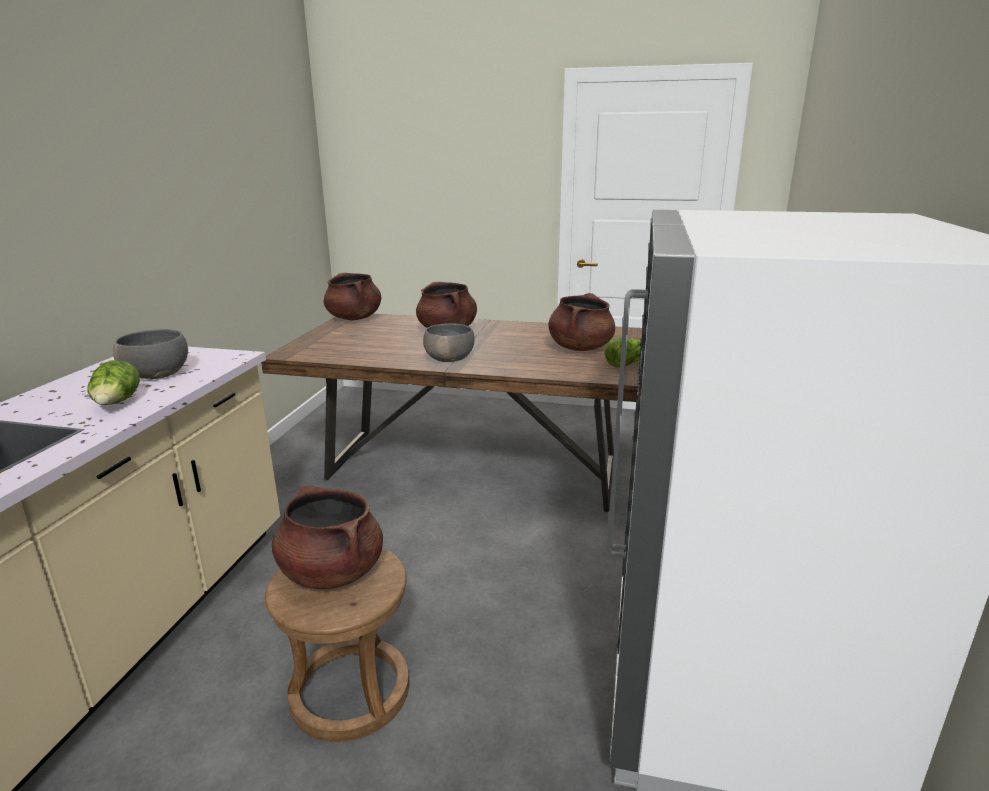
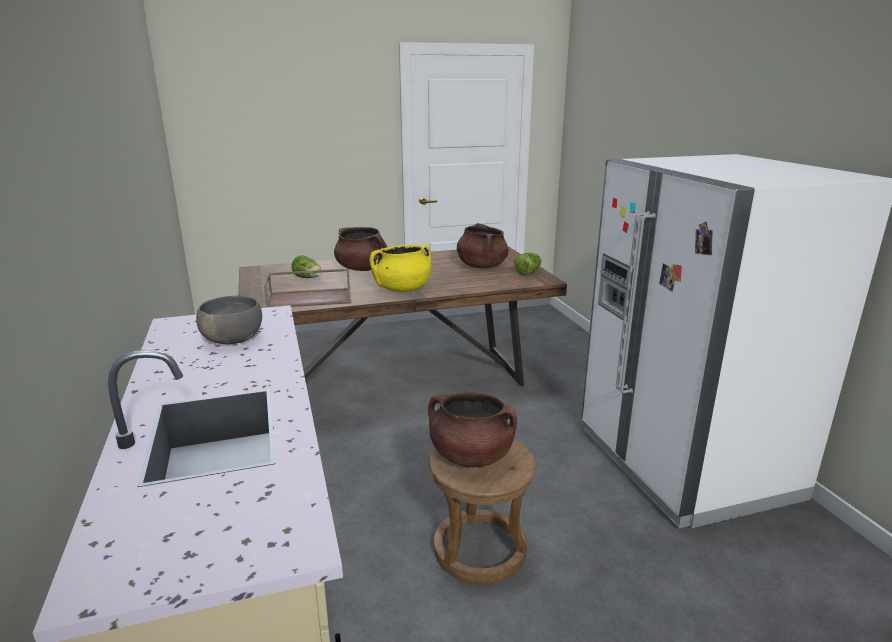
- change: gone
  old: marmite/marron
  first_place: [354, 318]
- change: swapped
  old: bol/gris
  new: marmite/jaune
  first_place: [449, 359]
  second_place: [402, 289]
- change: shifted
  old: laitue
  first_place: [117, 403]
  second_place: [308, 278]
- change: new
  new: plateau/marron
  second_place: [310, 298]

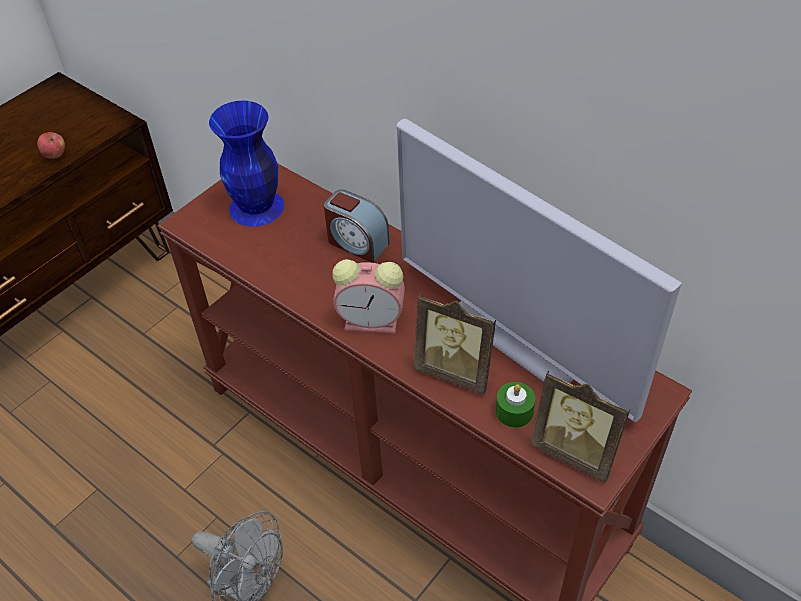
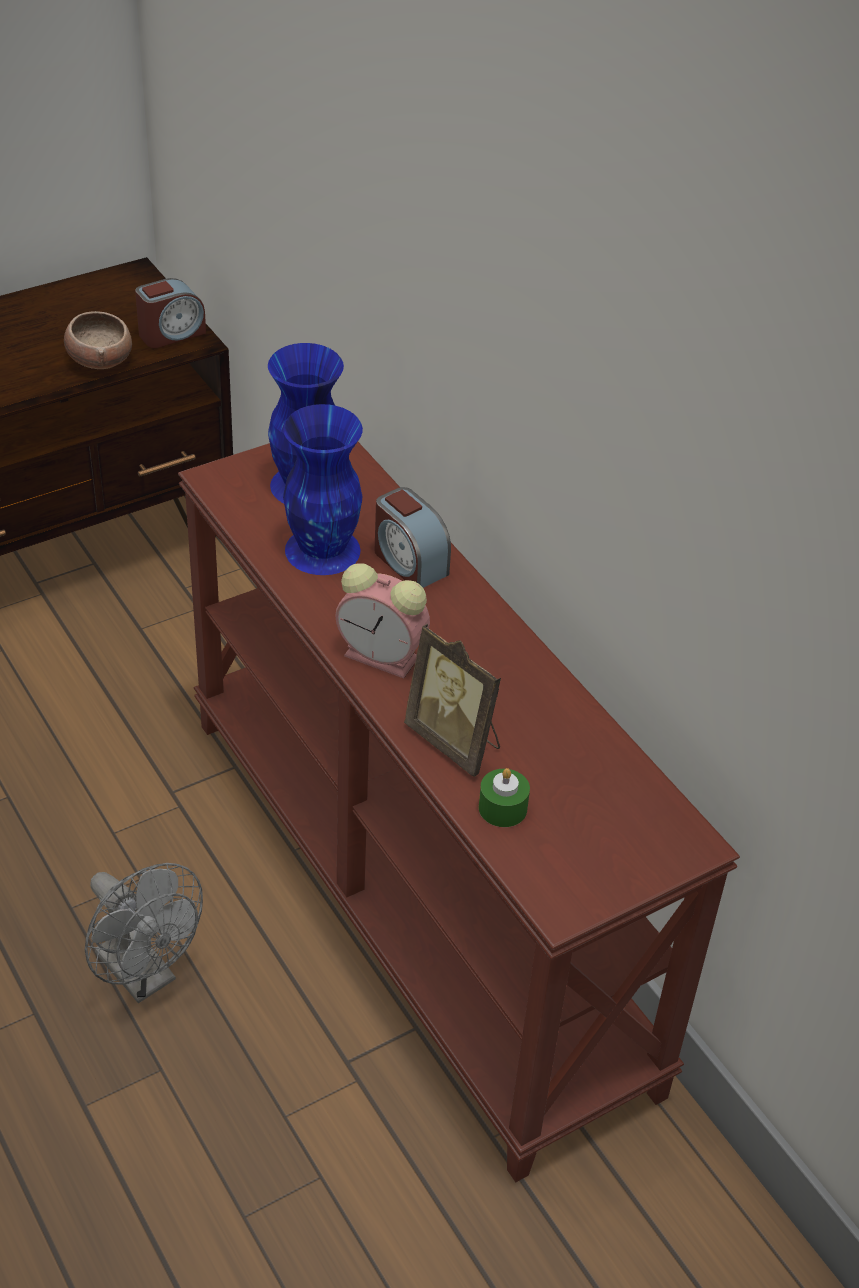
- change: gone
  old: téléviseur
  first_place: [518, 336]
- change: swapped
  old: pomme
  new: bol
  first_place: [55, 155]
  second_place: [99, 359]
- change: gone
  old: cadre photo
  first_place: [575, 451]
- change: new
  new: réveil
  second_place: [171, 333]
- change: new
  new: vase/bleu
  second_place: [323, 549]

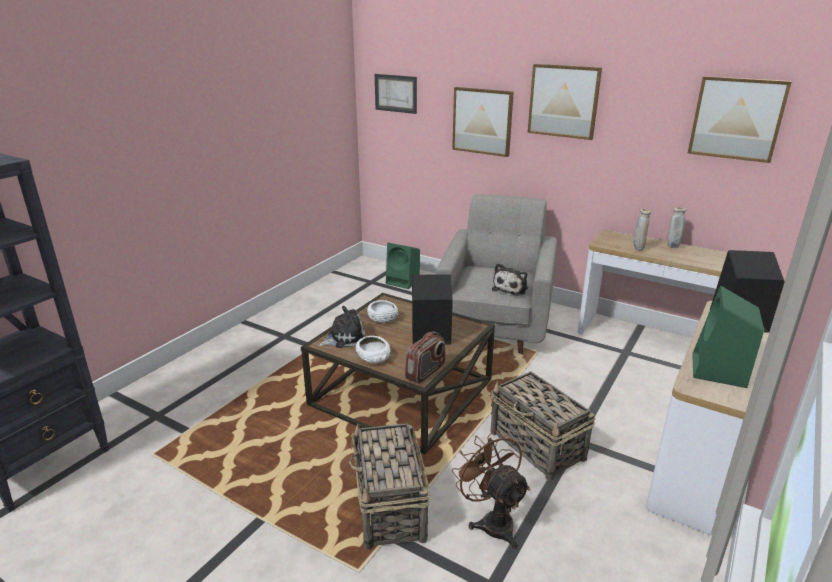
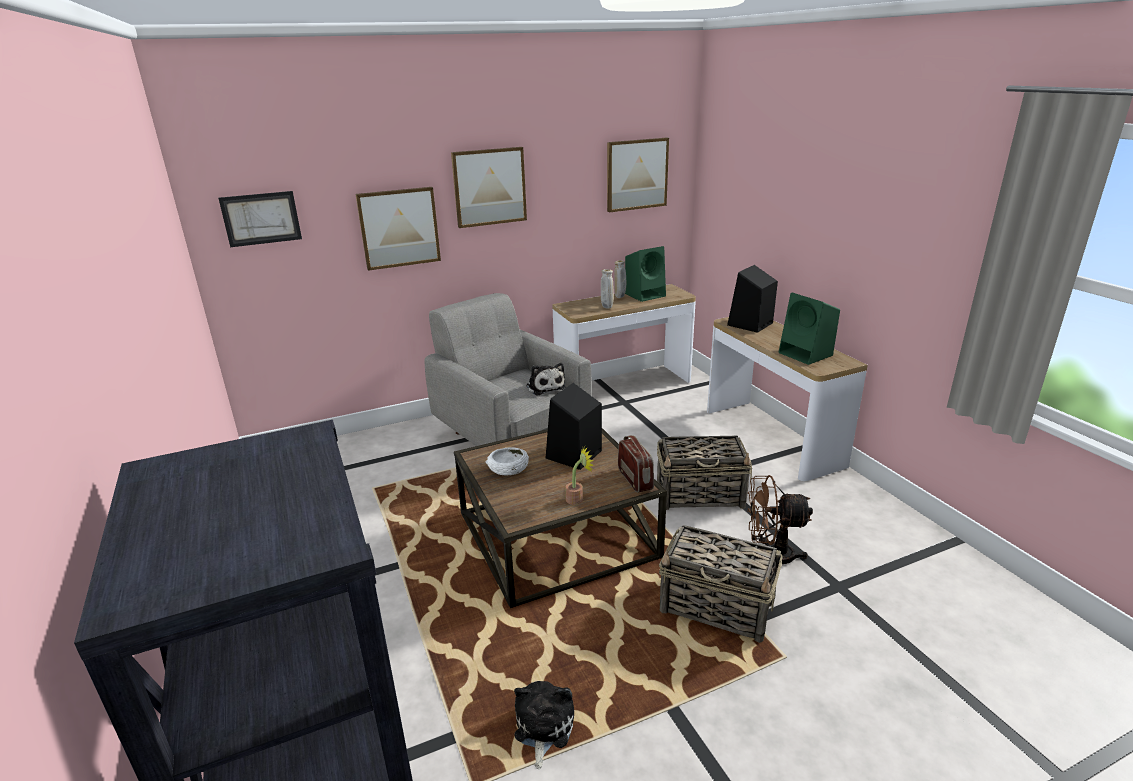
- change: shifted
  old: enceinte/vert
  first_place: [403, 281]
  second_place: [645, 294]
- change: shifted
  old: peluche
  first_place: [344, 338]
  second_place: [542, 728]
- change: swapped
  old: bol/blanc
  new: plante en pot
  first_place: [373, 357]
  second_place: [577, 498]

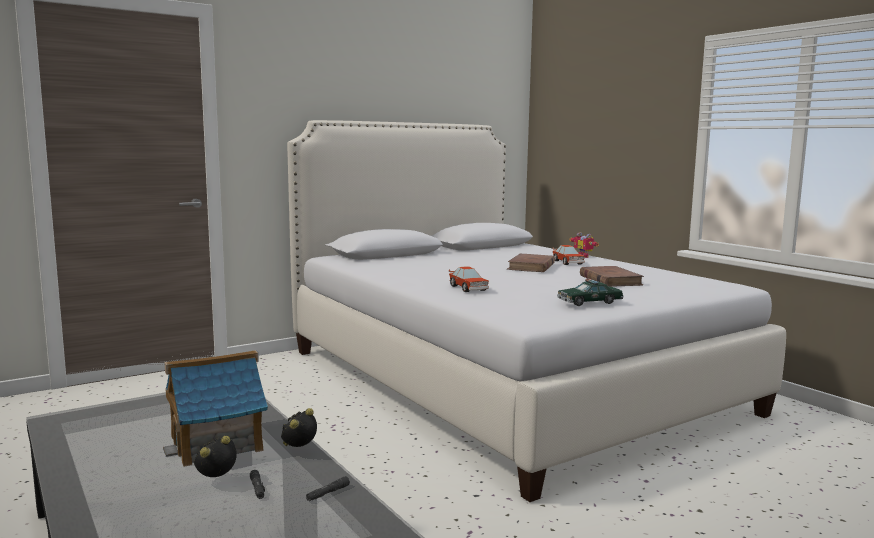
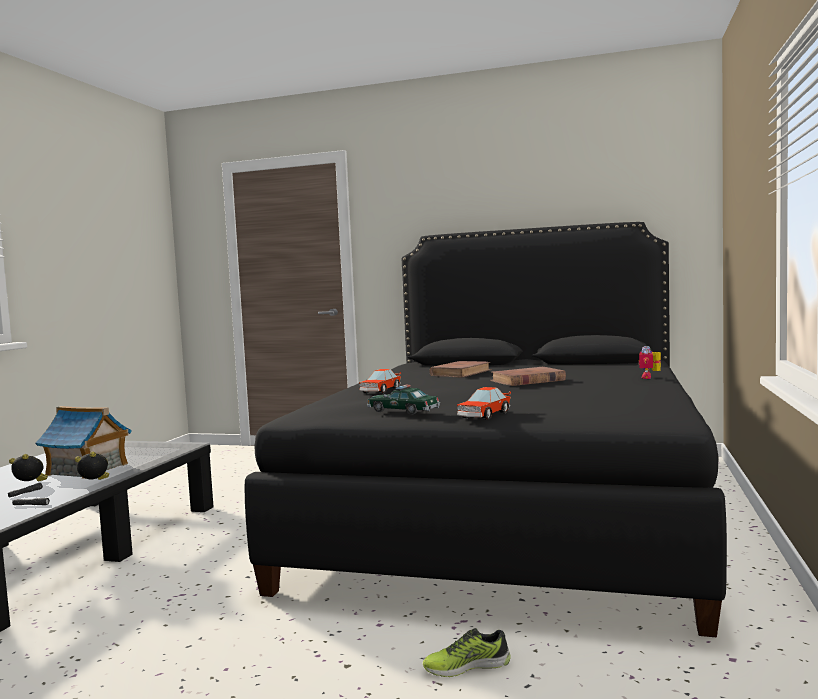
- change: repainted
  old: lit/blanc
  new: lit/noir
  first_place: [504, 380]
  second_place: [510, 509]
- change: shifted
  old: petite voiture
  first_place: [568, 262]
  second_place: [484, 415]
- change: shifted
  old: livre/marron
  first_place: [610, 280]
  second_place: [461, 373]
- change: new
  new: chaussure
  second_place: [466, 666]

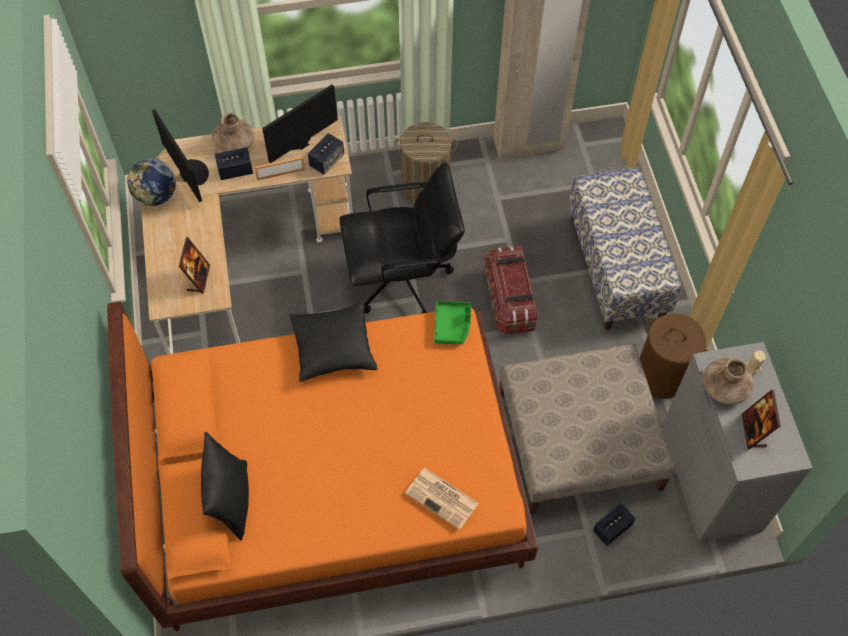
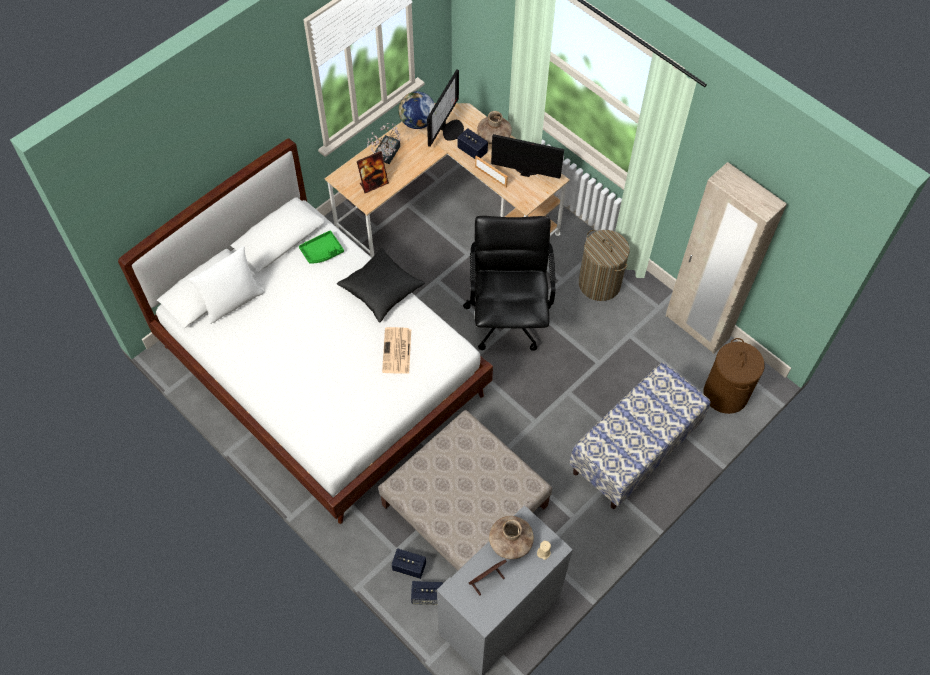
- change: shifted
  old: enceinte
  first_place: [327, 161]
  second_place: [427, 596]
- change: rotated
  old: chaise de bureau/noir
  first_place: [403, 280]
  second_place: [508, 317]
  degrees: -135
- change: gone
  old: boîte de rangement
  first_place: [509, 300]
- change: shifted
  old: plateau/vert
  first_place: [452, 326]
  second_place: [322, 252]
- change: repainted
  old: lit/orange
  new: lit/blanc
  first_place: [333, 481]
  second_place: [323, 370]
- change: shifted
  old: panier à linge/marron
  first_place: [662, 375]
  second_place: [725, 394]
- change: repainted
  old: coussin/noir
  new: coussin/blanc
  first_place: [231, 501]
  second_place: [232, 302]
- change: shifted
  old: journal
  first_place: [443, 498]
  second_place: [397, 351]
- change: new
  new: plante en pot
  second_place: [385, 155]

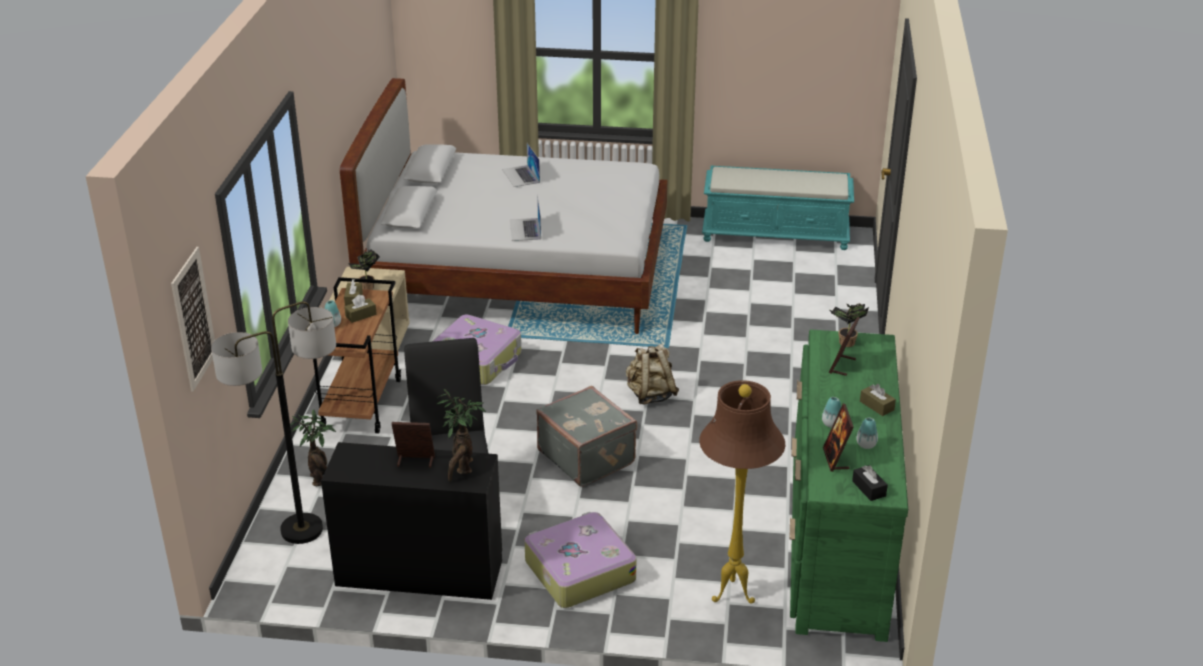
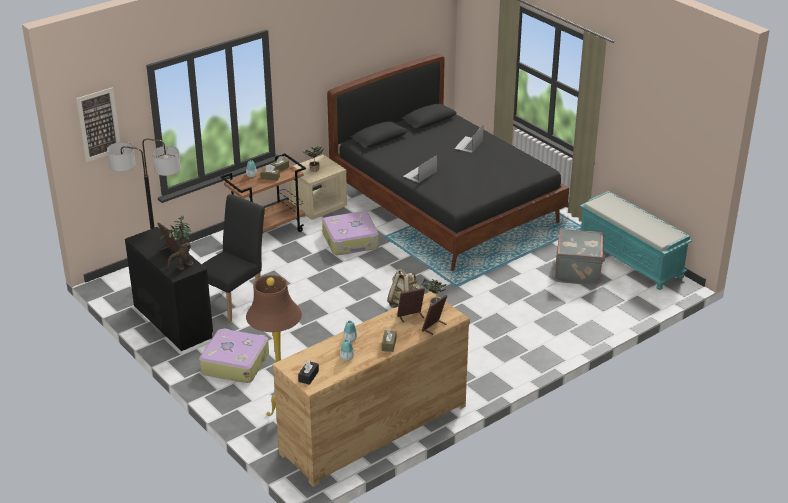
- change: repainted
  old: lit/blanc
  new: lit/noir
  first_place: [517, 272]
  second_place: [445, 207]
- change: repainted
  old: commode/vert
  new: commode/marron
  first_place: [837, 540]
  second_place: [373, 428]
- change: shifted
  old: valise/gris
  first_place: [587, 456]
  second_place: [579, 271]
- change: shifted
  old: cadre photo
  first_place: [836, 459]
  second_place: [434, 327]
- change: gone
  old: plante en pot
  first_place: [319, 477]

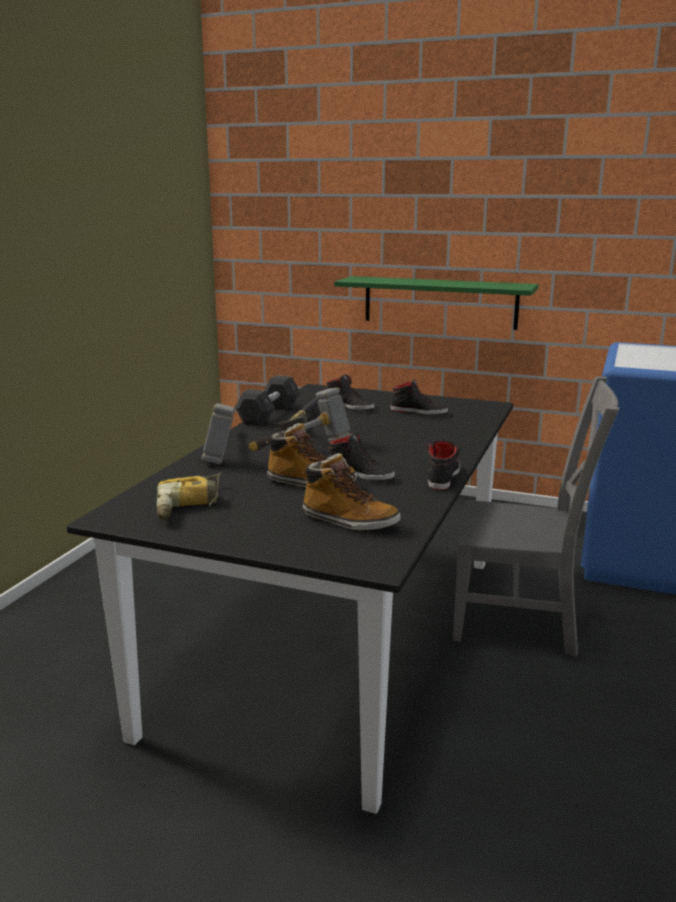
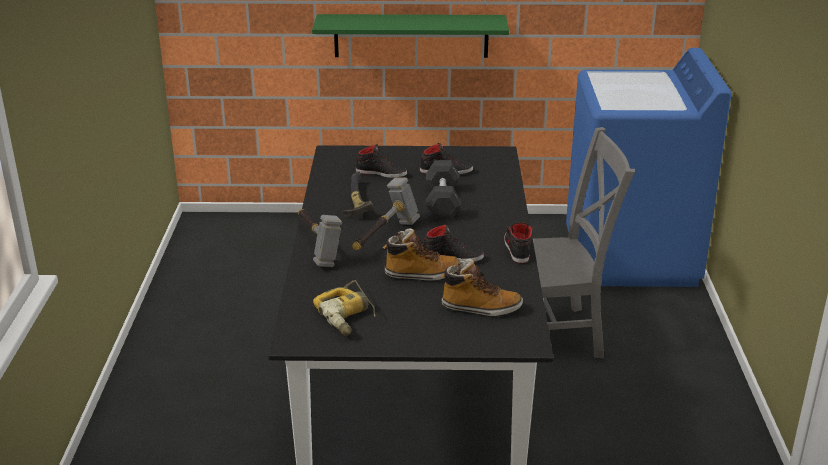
- change: shifted
  old: haltère/gris
  first_place: [269, 414]
  second_place: [442, 202]

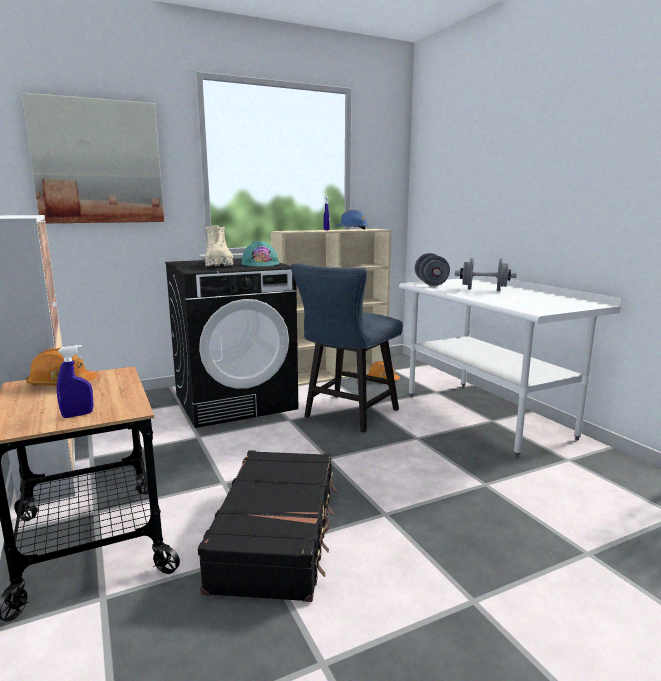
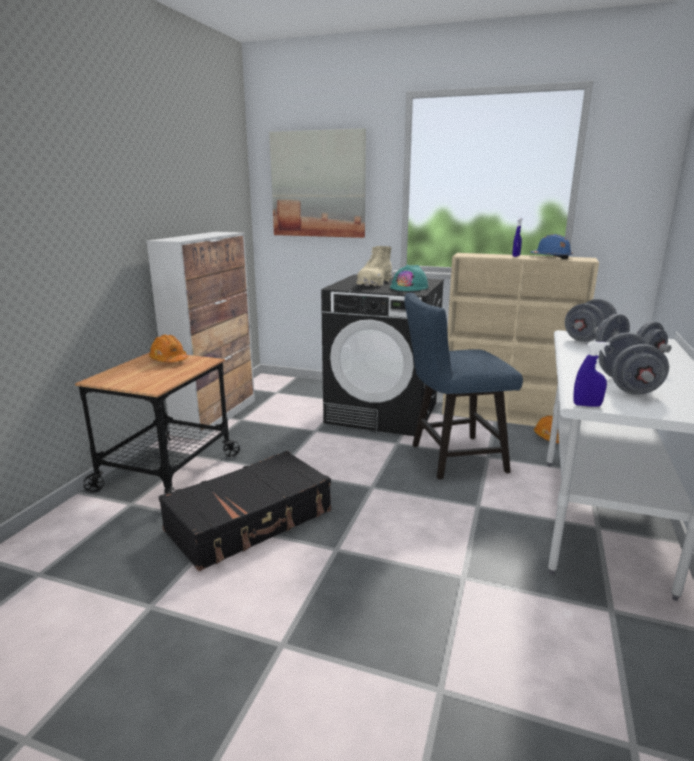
- change: shifted
  old: vaporisateur/bleu
  first_place: [78, 415]
  second_place: [587, 405]
- change: new
  new: haltère/gris
  second_place: [627, 386]

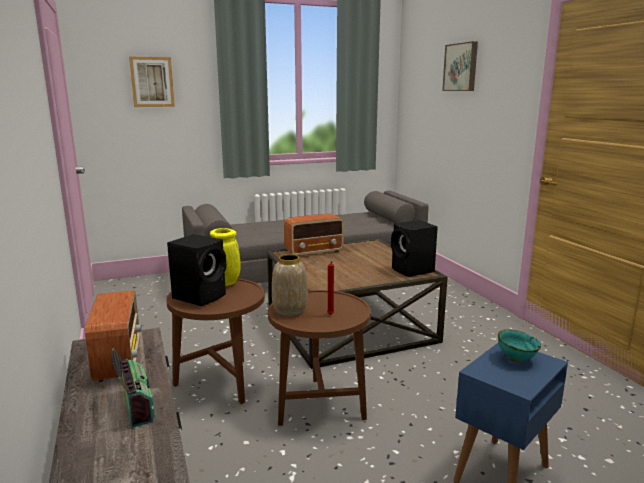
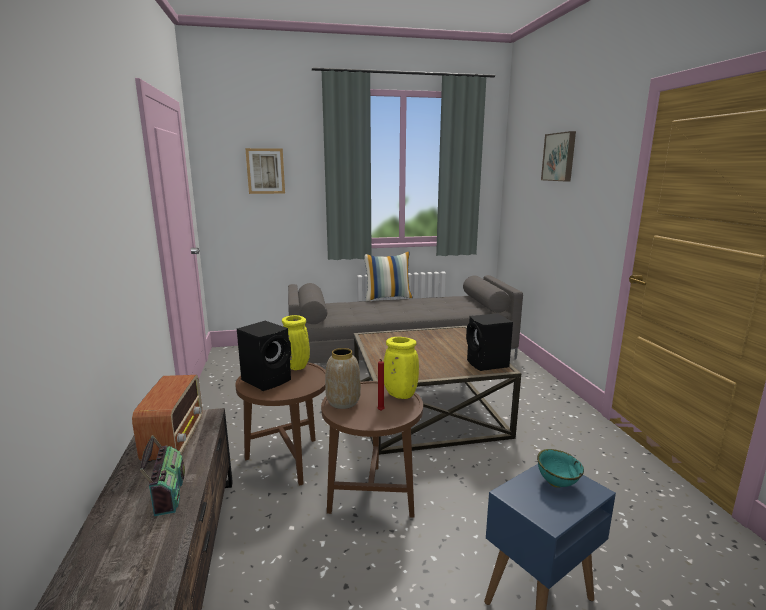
- change: gone
  old: radio
  first_place: [314, 251]
- change: new
  new: coussin
  second_place: [387, 297]
- change: new
  new: vase/jaune
  second_place: [399, 395]

